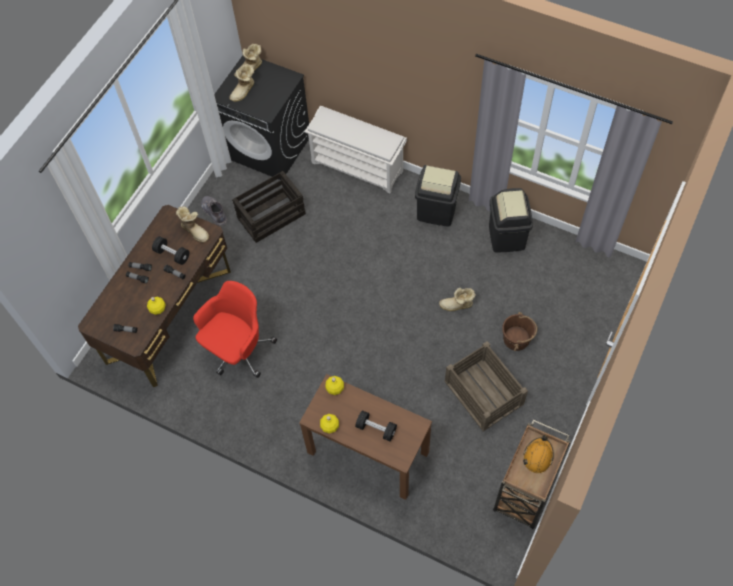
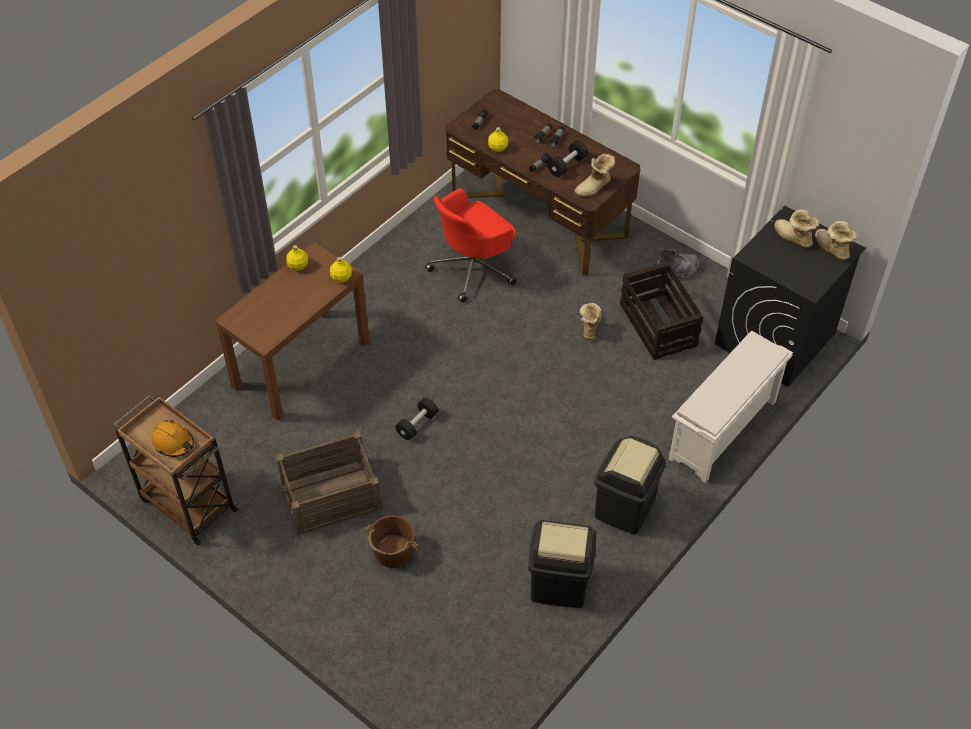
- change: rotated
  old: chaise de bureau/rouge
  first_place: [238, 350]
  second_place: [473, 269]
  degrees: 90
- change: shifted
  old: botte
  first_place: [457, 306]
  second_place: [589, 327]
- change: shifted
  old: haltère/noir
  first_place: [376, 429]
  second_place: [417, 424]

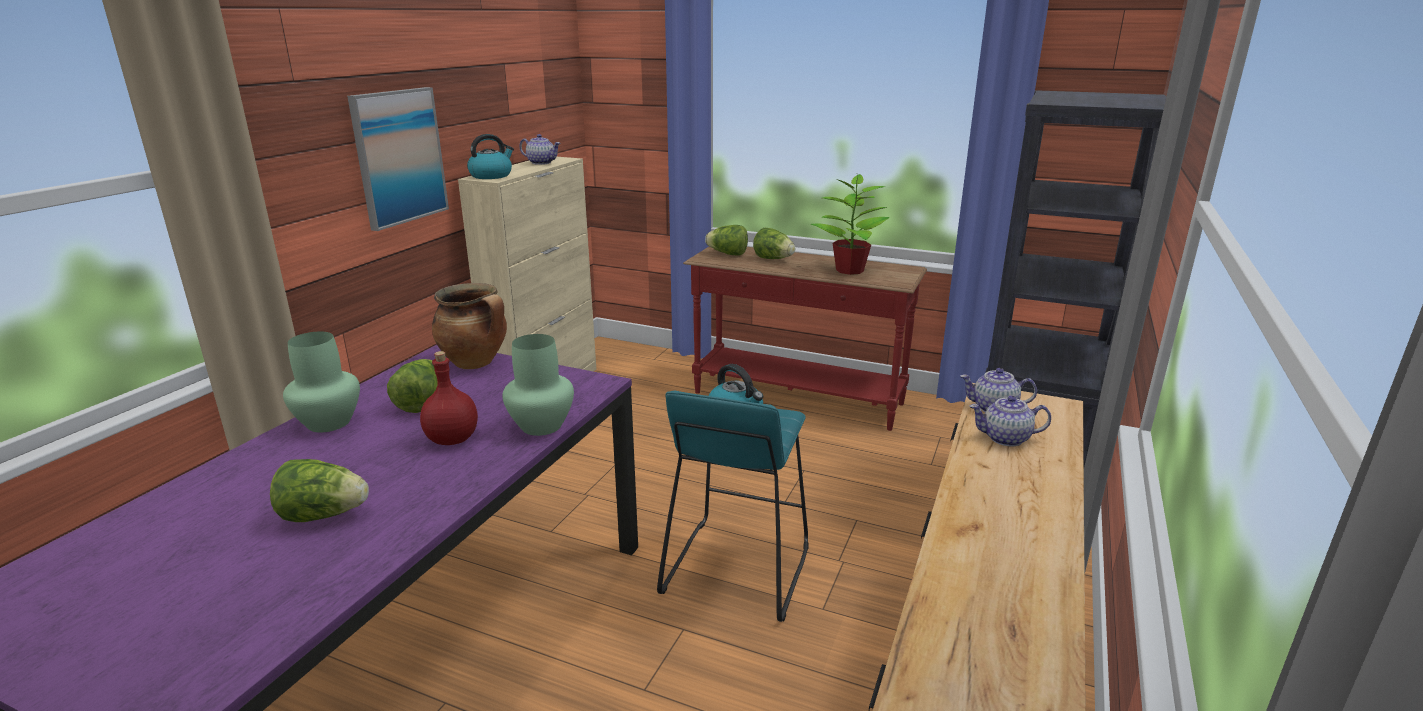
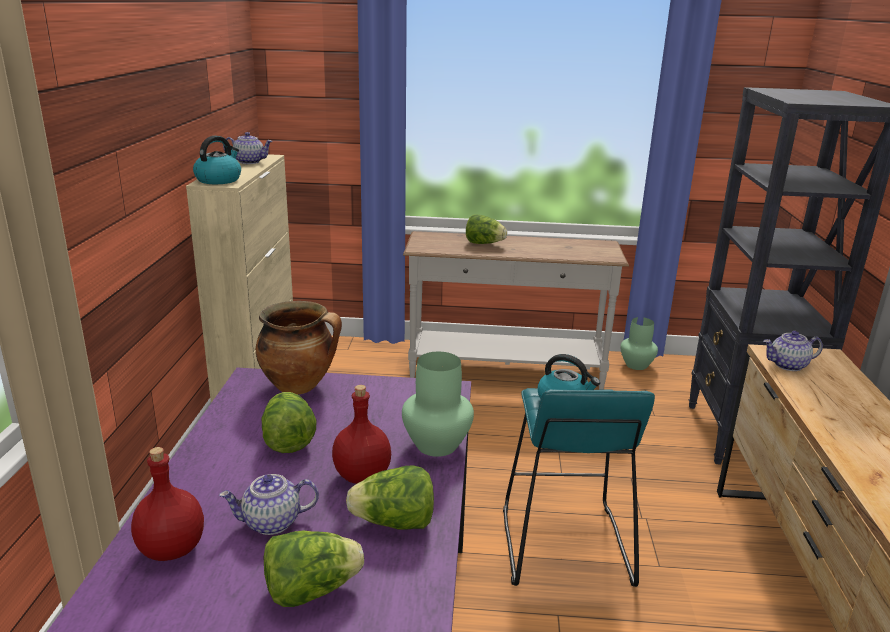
- change: gone
  old: tableau
  first_place: [399, 157]
- change: gone
  old: plante en pot
  first_place: [849, 270]
- change: shifted
  old: laitue
  first_place: [728, 254]
  second_place: [394, 523]
- change: repainted
  old: table console/rouge
  new: table console/blanc
  first_place: [797, 399]
  second_place: [506, 372]
- change: shifted
  old: vase/vert
  first_place: [328, 422]
  second_place: [635, 365]
- change: shifted
  old: théière
  first_place: [1005, 438]
  second_place: [271, 523]
- change: new
  new: bouteille/rouge
  second_place: [170, 549]

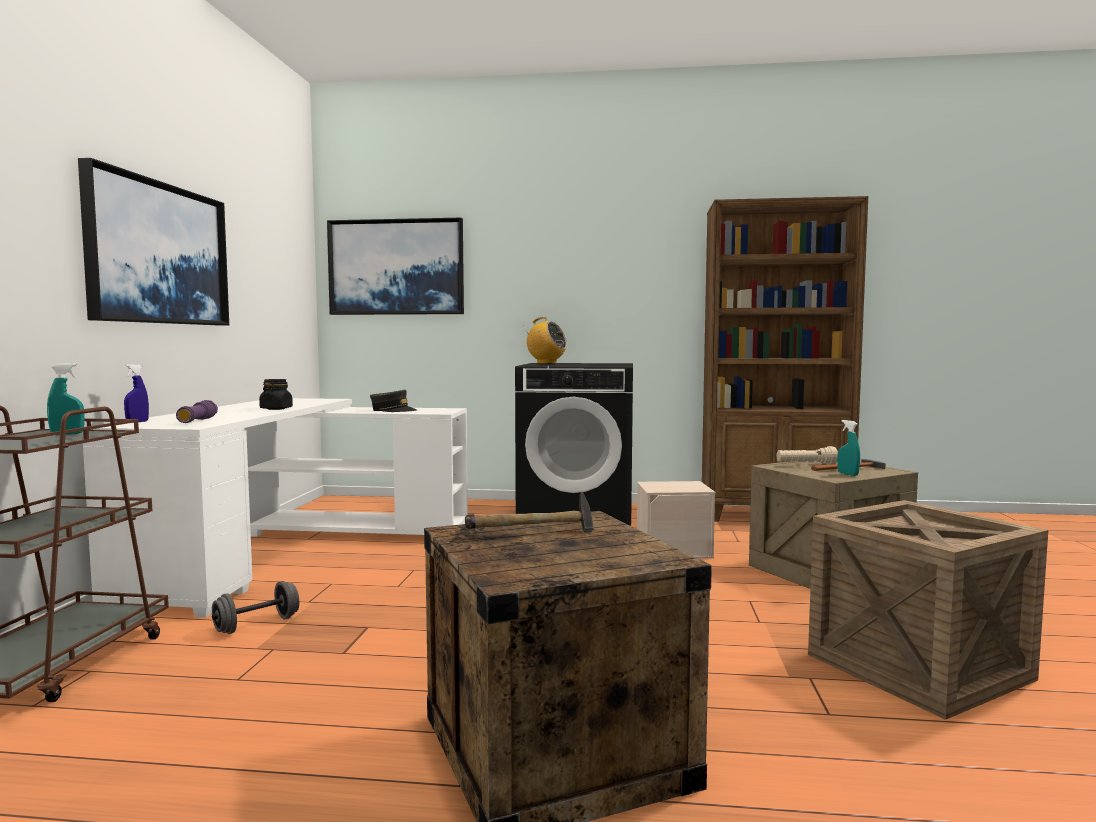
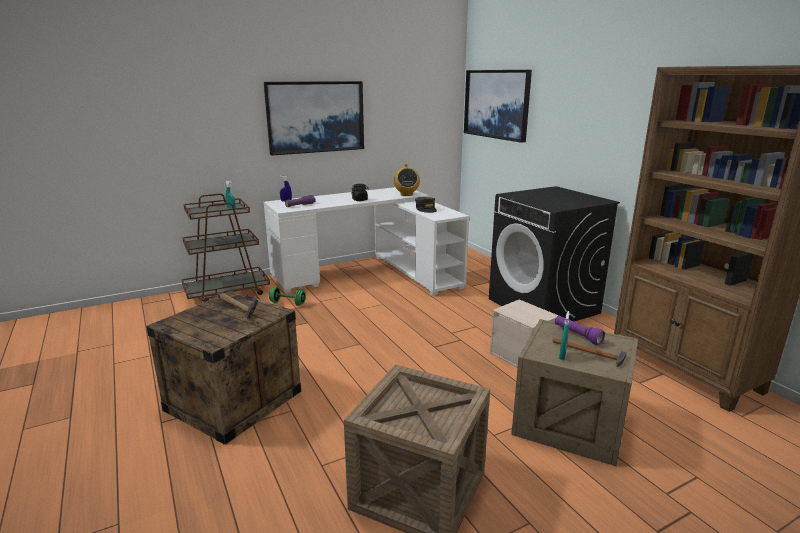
- change: shifted
  old: radio
  first_place: [546, 363]
  second_place: [406, 194]
- change: repainted
  old: lampe de poche/beige
  new: lampe de poche/violet
  first_place: [806, 464]
  second_place: [577, 335]
- change: repainted
  old: haltère/gris
  new: haltère/vert
  first_place: [257, 625]
  second_place: [288, 303]

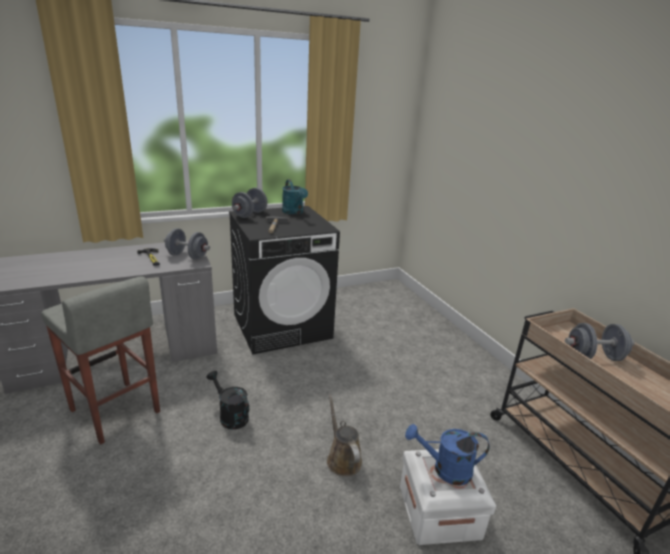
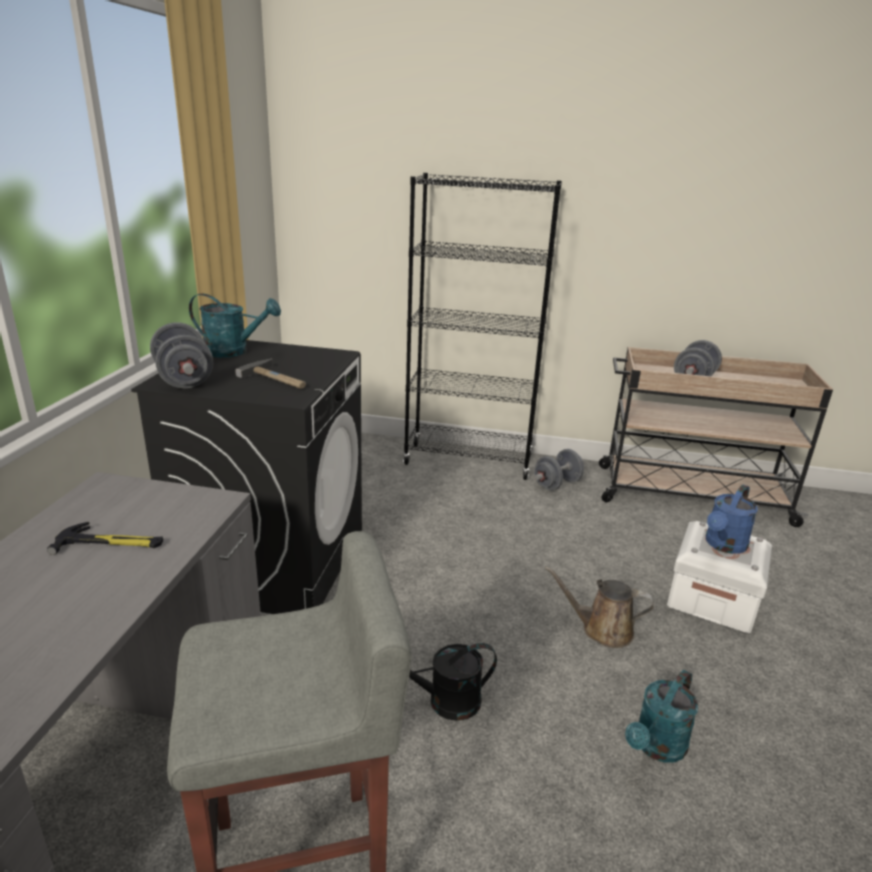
- change: shifted
  old: haltère/gris
  first_place: [187, 256]
  second_place: [557, 484]
- change: new
  new: bibliothèque/noir
  second_place: [468, 461]
- change: new
  new: arrosoir/turquoise
  second_place: [656, 747]

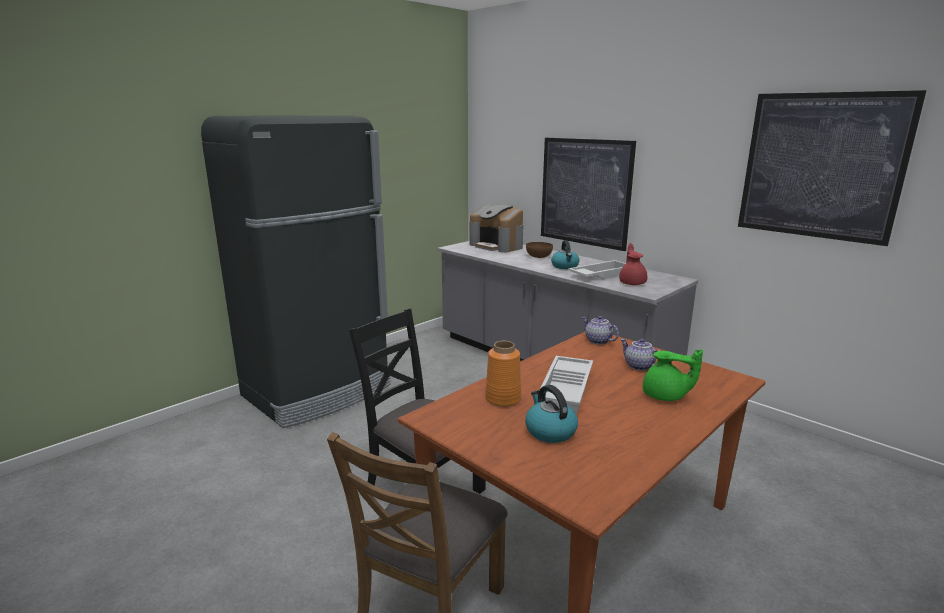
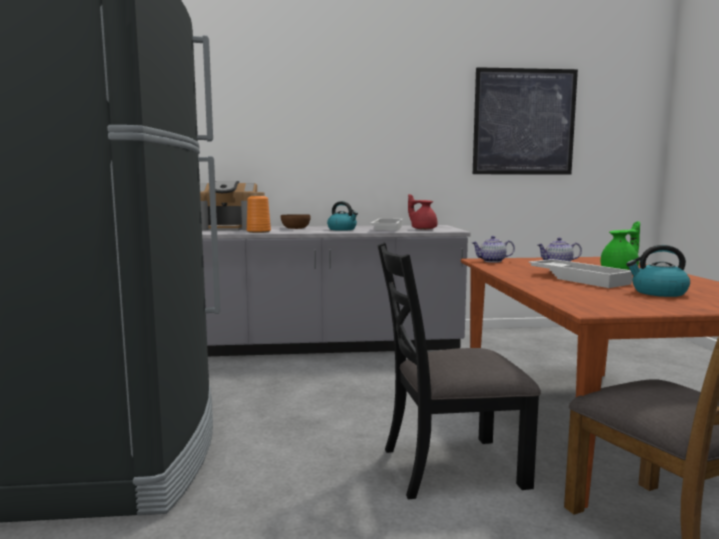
- change: gone
  old: tableau
  first_place: [585, 192]
- change: shifted
  old: vase/orange
  first_place: [502, 399]
  second_place: [258, 231]

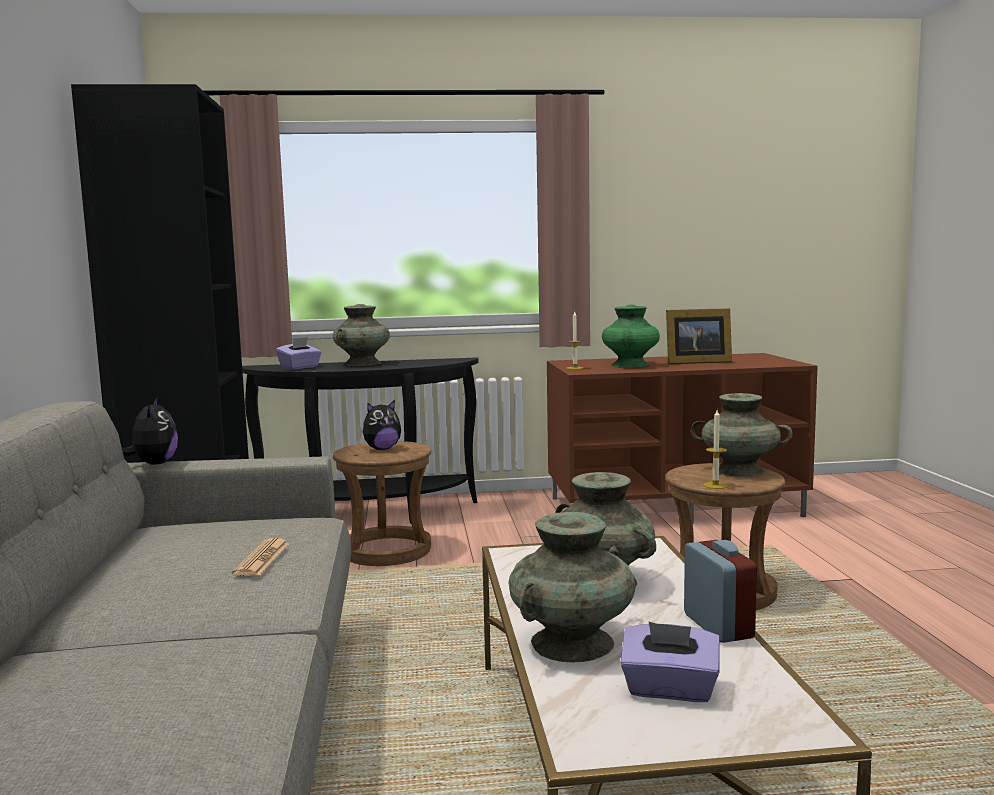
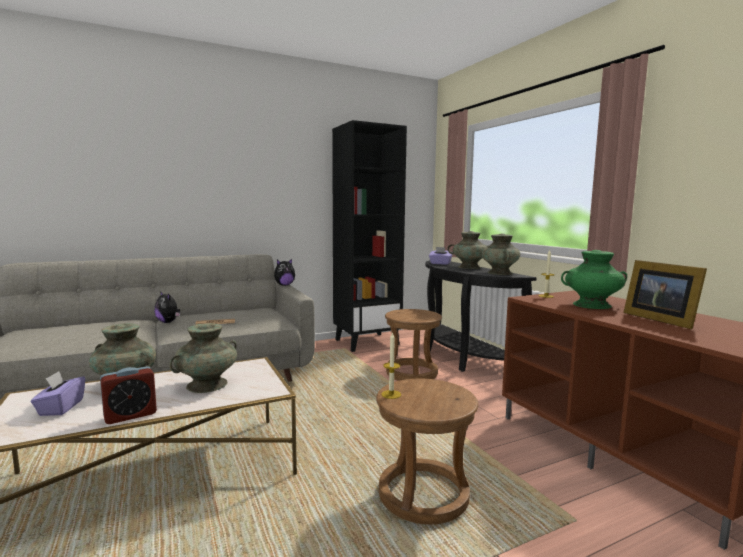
- change: shifted
  old: vase/turquoise
  first_place: [739, 471]
  second_place: [500, 273]
- change: shifted
  old: peluche
  first_place: [382, 449]
  second_place: [168, 322]

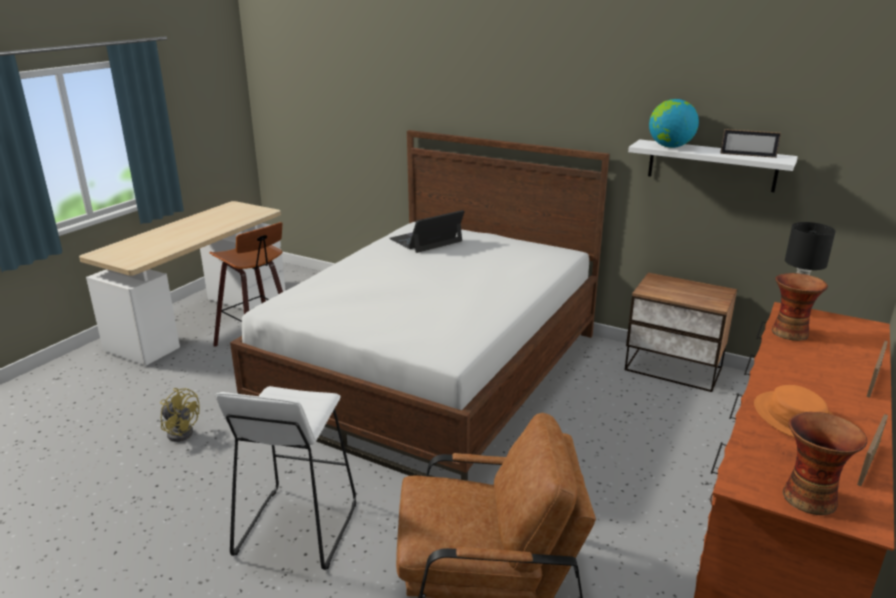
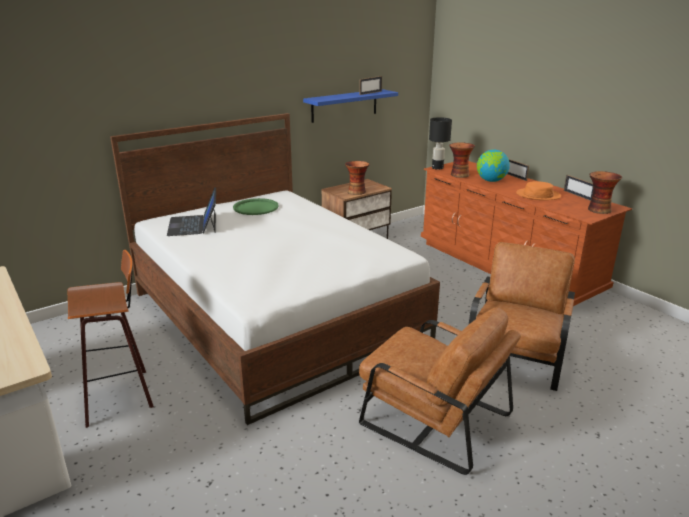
- change: shifted
  old: globe
  first_place: [670, 147]
  second_place: [491, 181]
- change: repainted
  old: étagère/blanc
  new: étagère/bleu
  first_place: [711, 165]
  second_place: [344, 105]
- change: swapped
  old: tabouret/blanc
  new: fauteuil/marron
  first_place: [296, 529]
  second_place: [432, 418]
- change: gone
  old: ventilateur/jaune
  first_place: [181, 431]
- change: new
  new: vase
  second_place: [356, 192]
- change: new
  new: plateau/vert
  second_place: [256, 207]

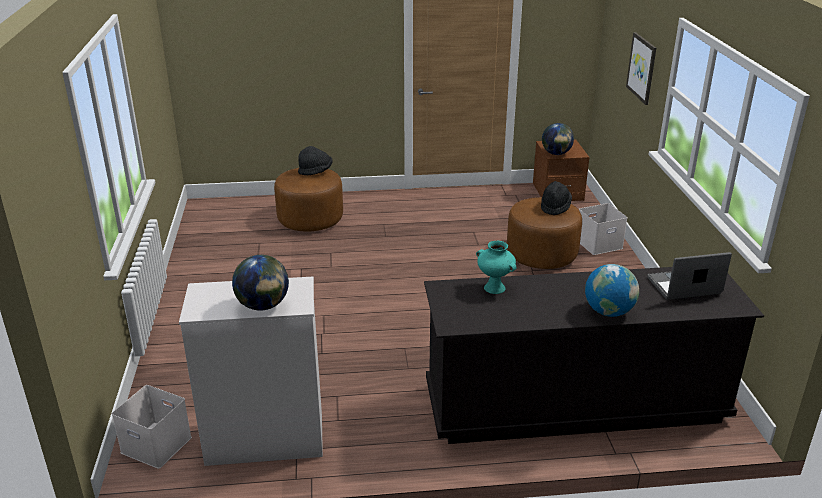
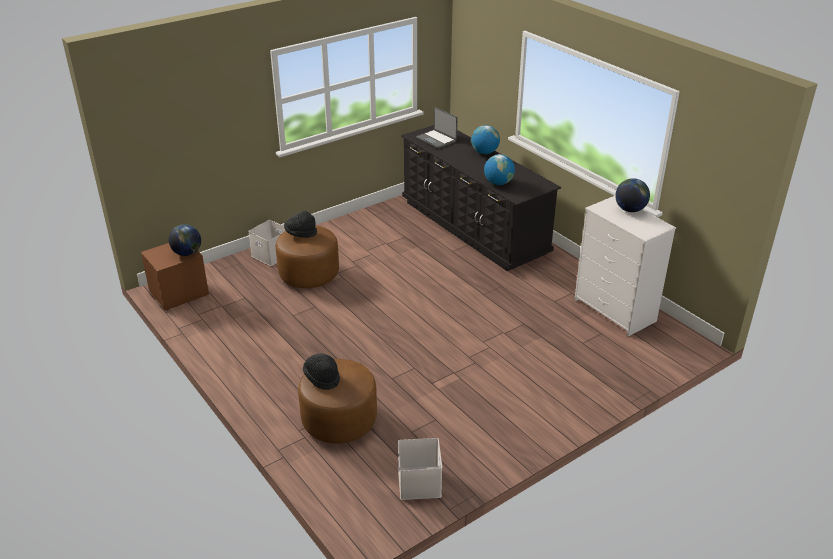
- change: gone
  old: tableau
  first_place: [642, 68]
- change: swapped
  old: vase/turquoise
  new: globe
  first_place: [495, 288]
  second_place: [498, 183]
- change: shifted
  old: boîte de rangement/blanc
  first_place: [158, 444]
  second_place: [418, 482]

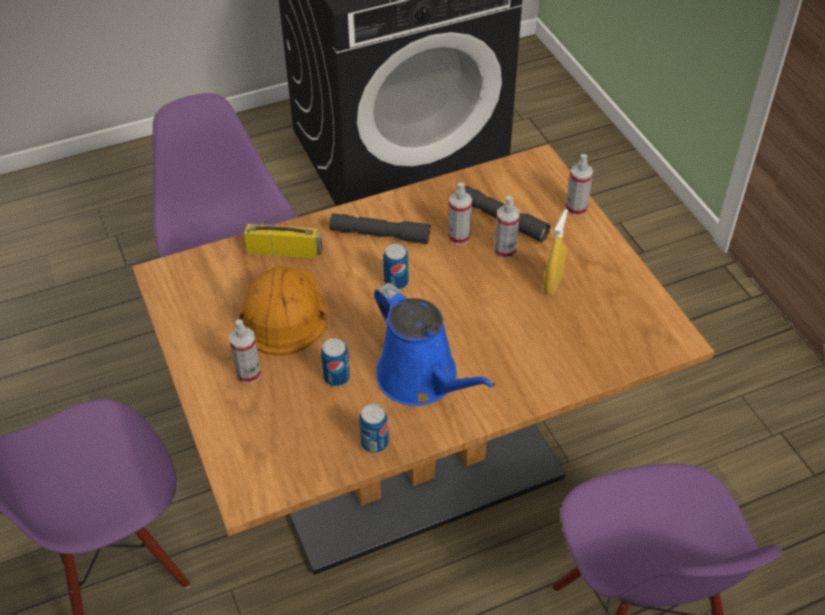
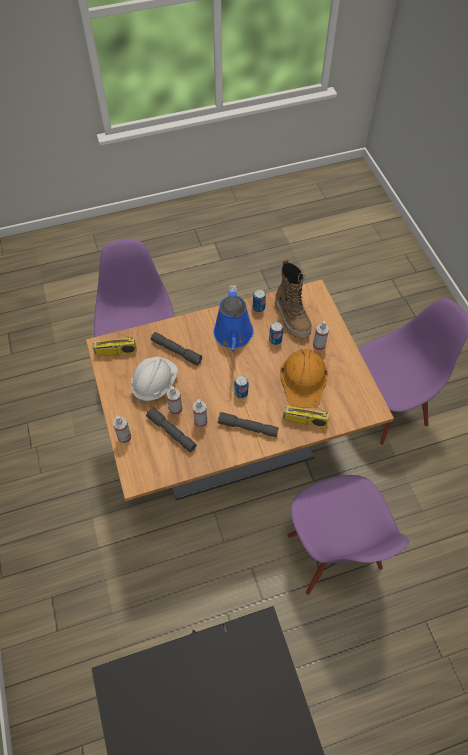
- change: swapped
  old: vaporisateur/jaune
  new: casque de chantier/blanc
  first_place: [552, 284]
  second_place: [154, 384]
- change: rotated
  old: arrosoir/bleu
  first_place: [422, 379]
  second_place: [233, 336]
  degrees: -150
- change: new
  new: botte
  second_place: [292, 318]
- change: new
  new: radio
  second_place: [115, 352]
- change: new
  new: lampe de poche/gris
  second_place: [176, 351]

